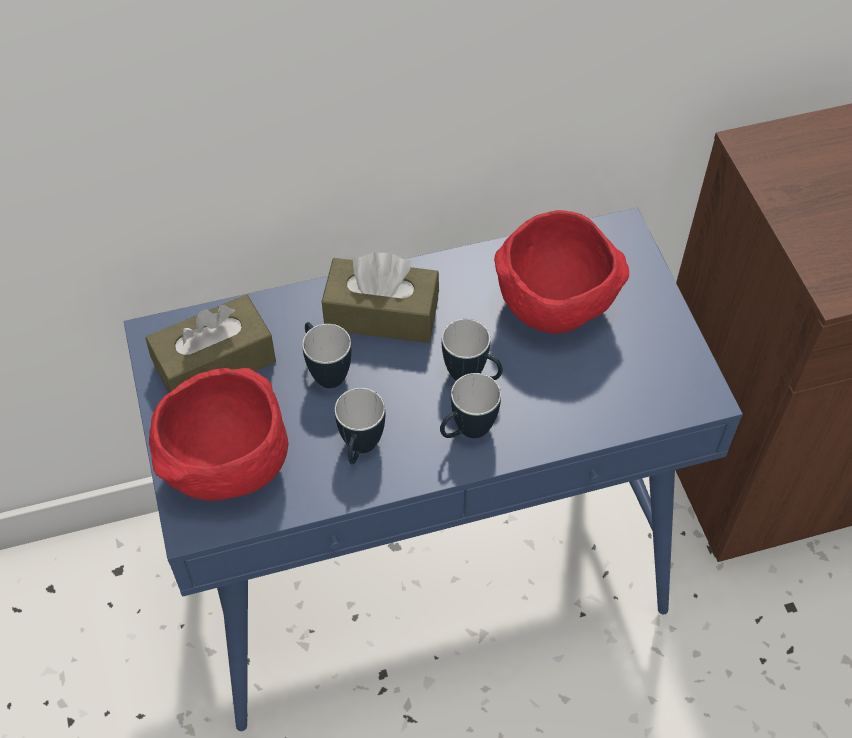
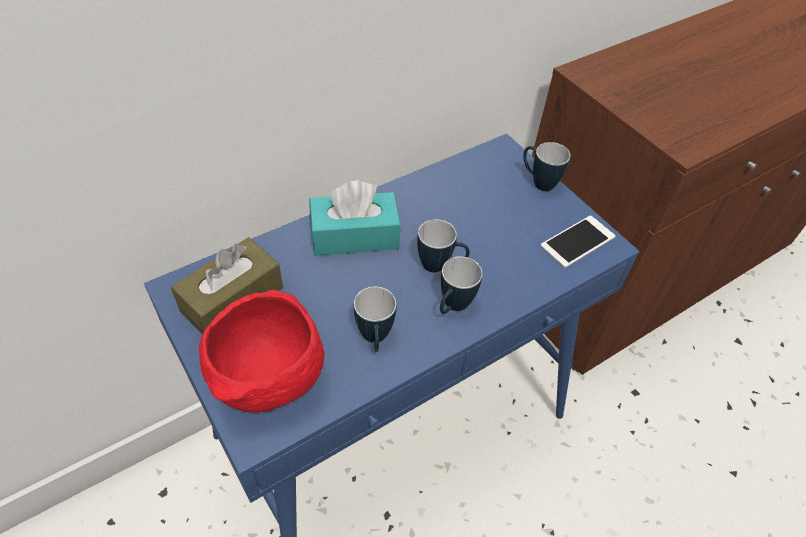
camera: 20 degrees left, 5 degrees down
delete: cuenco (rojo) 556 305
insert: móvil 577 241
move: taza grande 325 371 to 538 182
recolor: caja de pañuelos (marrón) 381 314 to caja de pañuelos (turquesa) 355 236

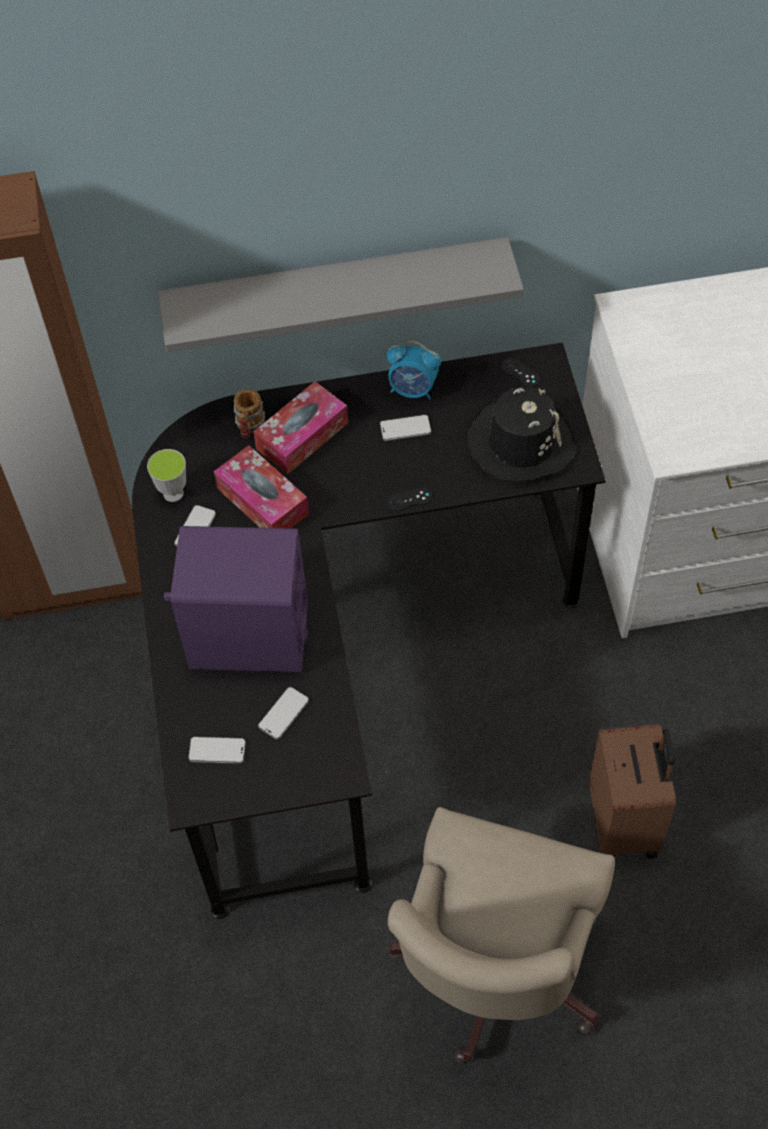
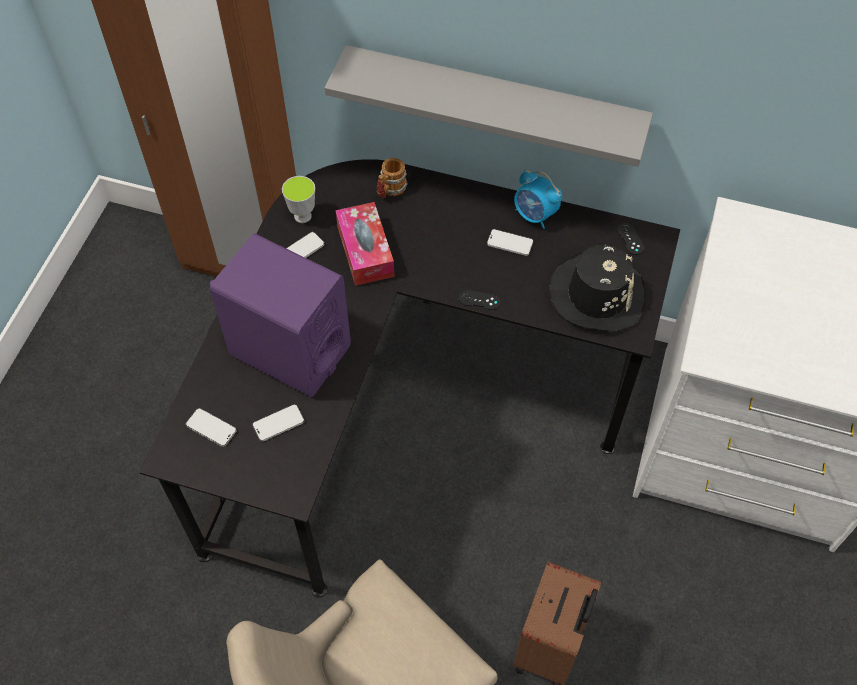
camera: 25 degrees right, 0 degrees up
delete: caja de pañuelos 302 436

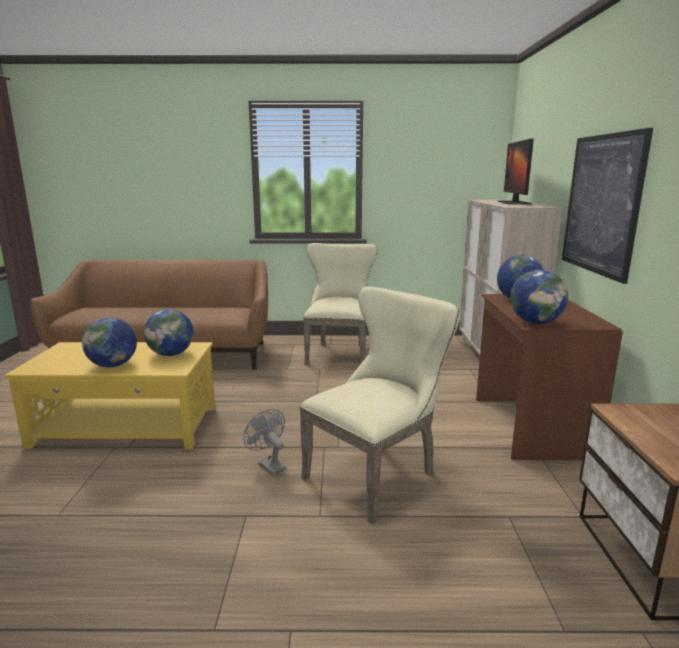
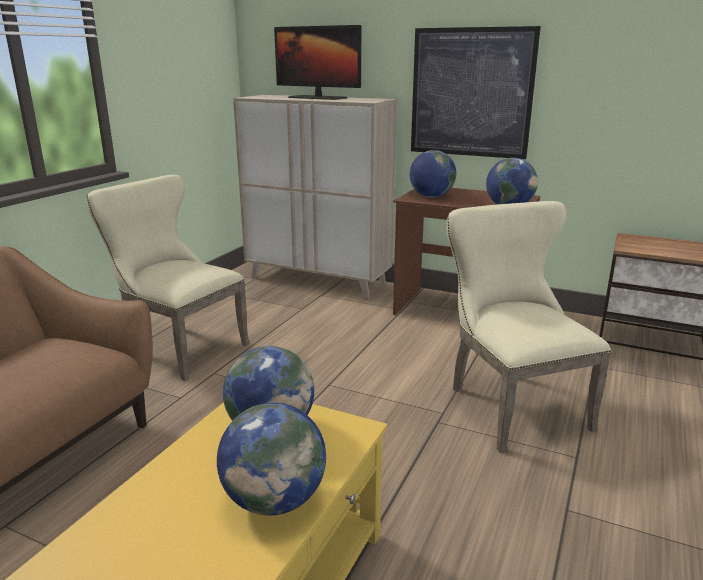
camera: 65 degrees left, 5 degrees up
delete: ventilador (gris) 268 465

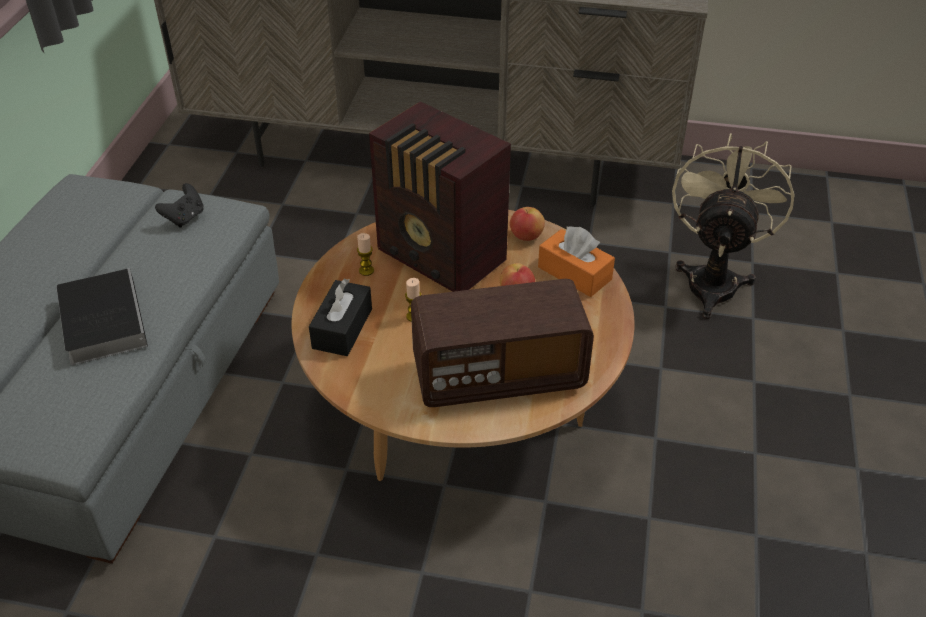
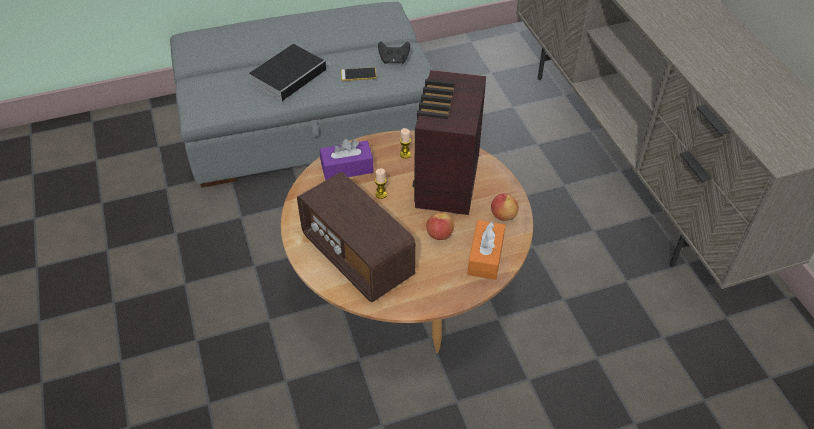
camera: 60 degrees right, 5 degrees up
delete: ventilador (beis) 713 279
insert: móvil 358 74
recolor: caja de pañuelos (negro) 342 328 to caja de pañuelos (morado) 347 168

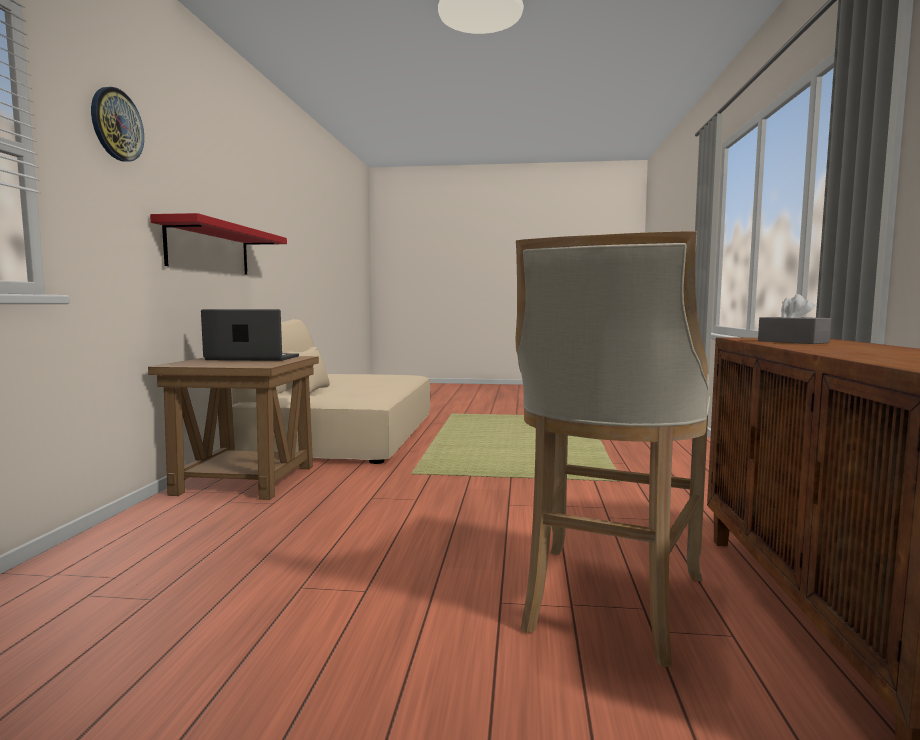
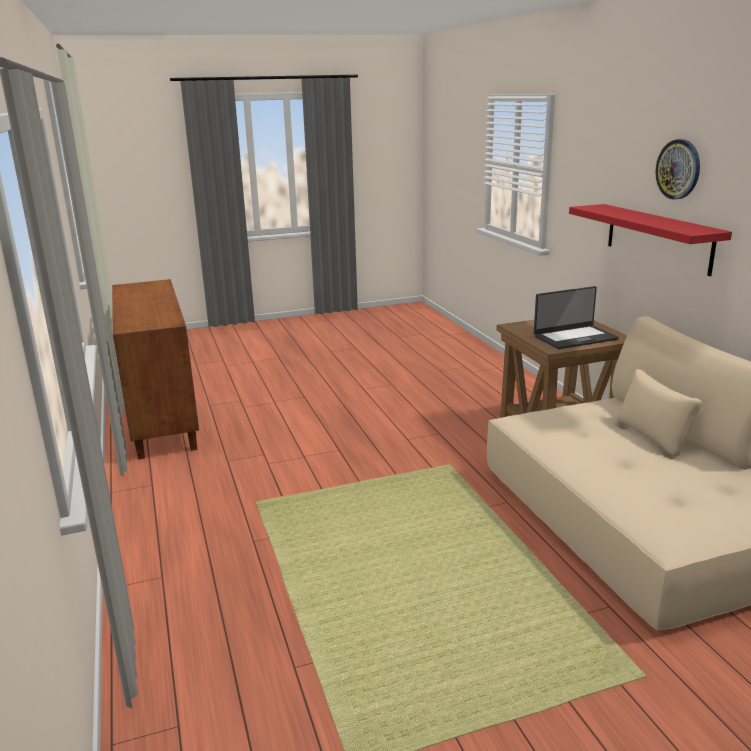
camera: 155 degrees right, 15 degrees up
delete: taburete (beis) 607 604; caja de pañuelos (gris) 792 342
move: reloj de pared 116 125 to 678 169

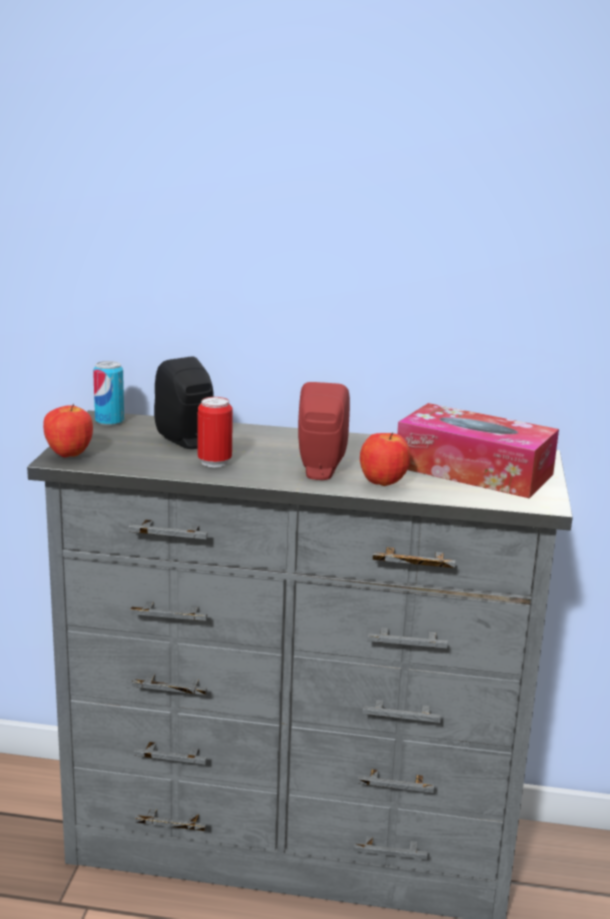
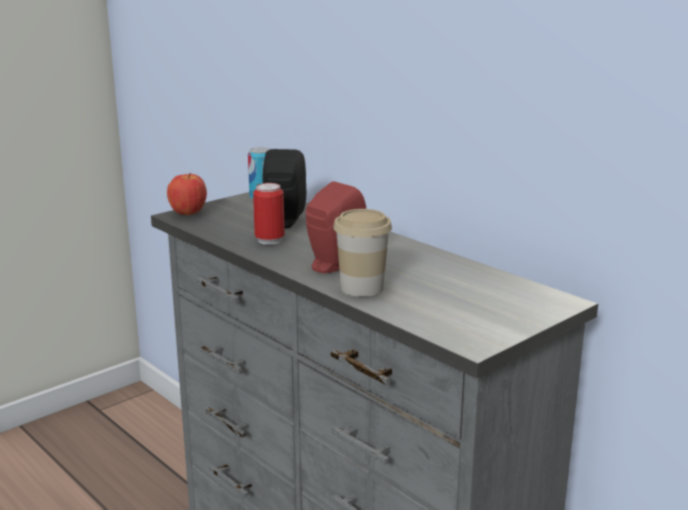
camera: 40 degrees right, 0 degrees up
delete: caja de pañuelos 473 471
replace: manzana 383 483 to taza 362 288

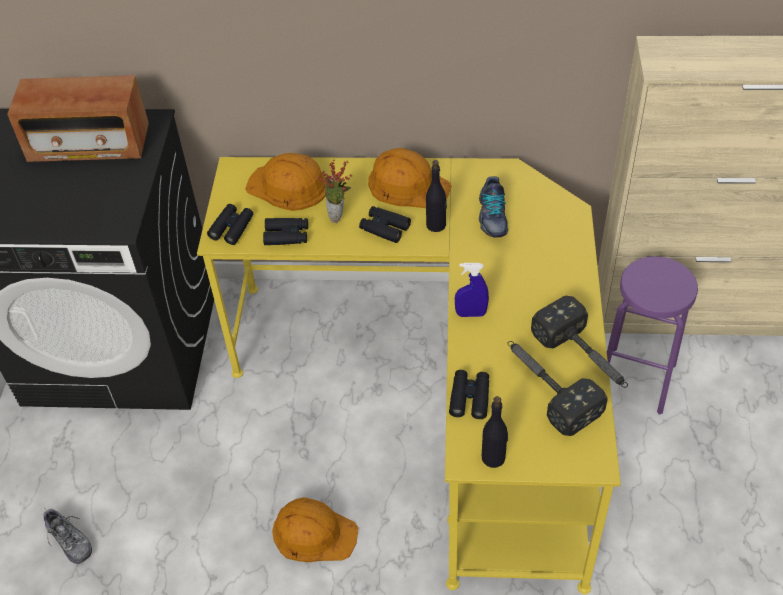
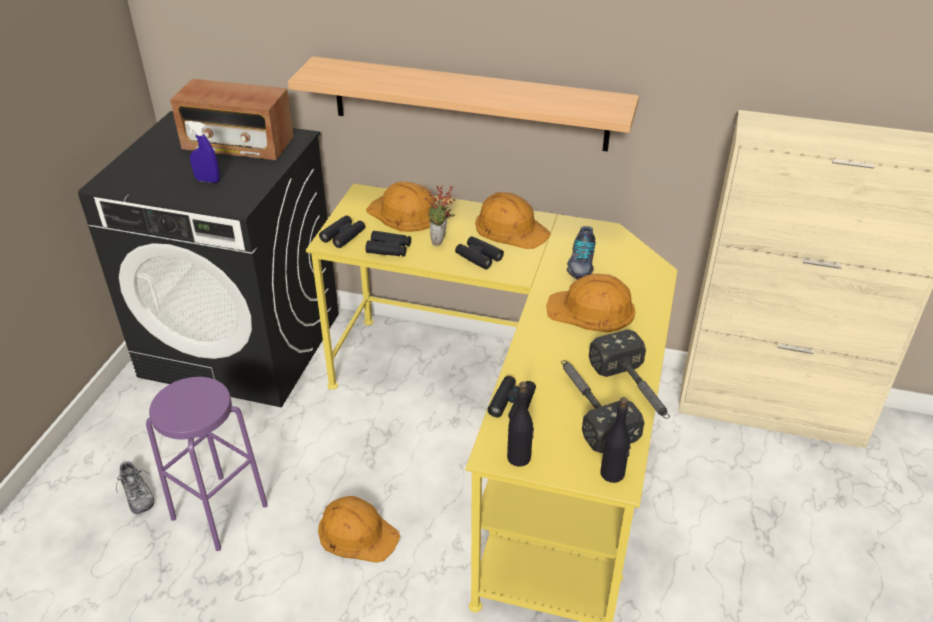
camera: 10 degrees right, 10 degrees down
insert: estante 469 104; casco (naranja) 591 310
move: botella (negro) 436 225 to 612 473; taburete (morado) 636 380 to 219 512; pulverizador (azul) 471 314 to 208 180

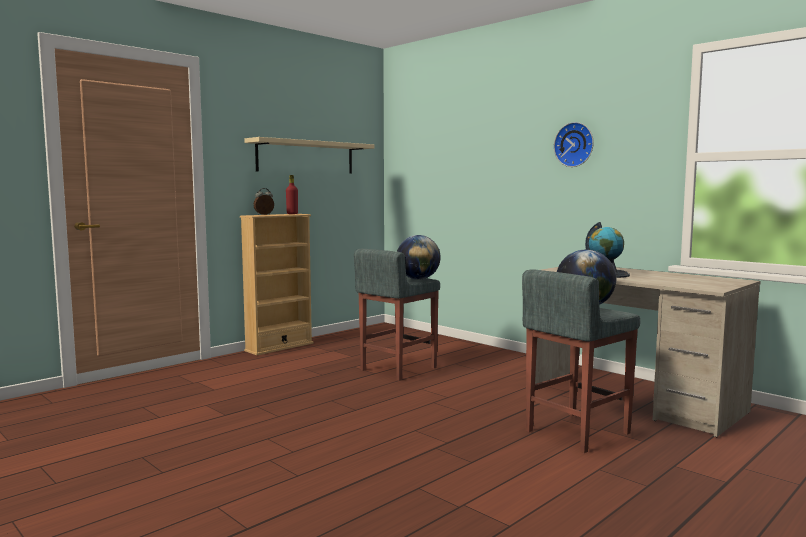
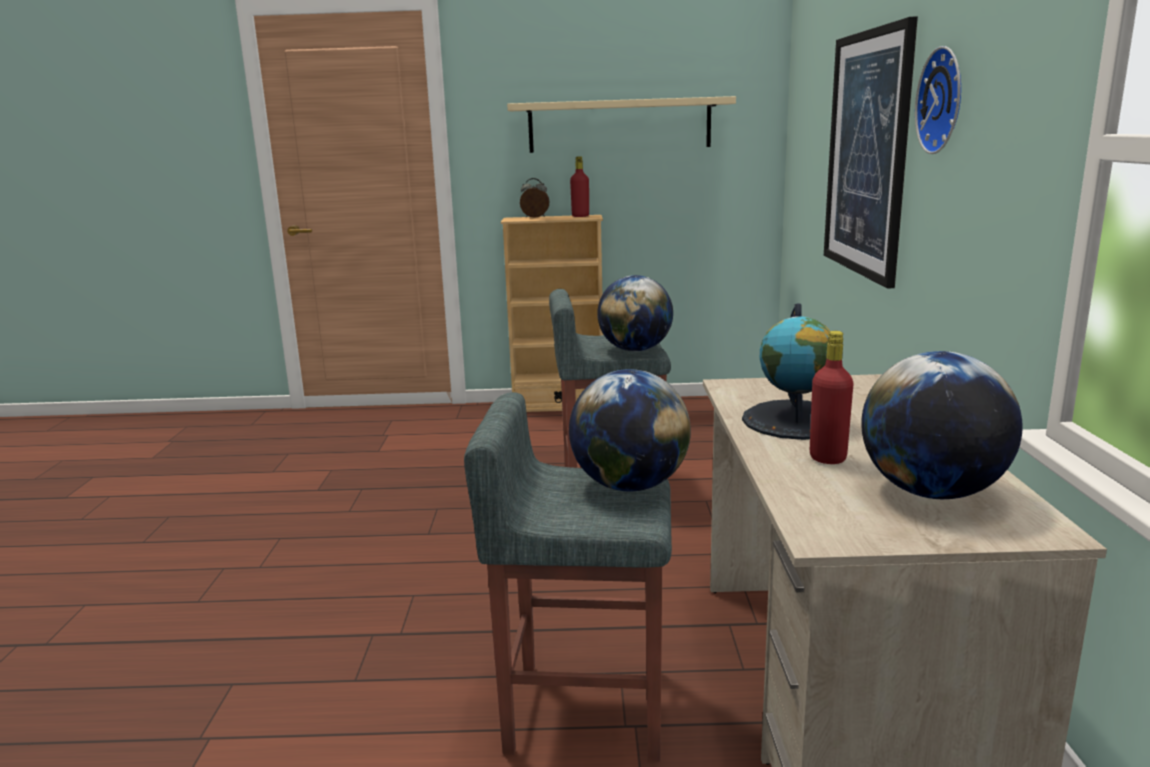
camera: 45 degrees right, 10 degrees up
insert: cuadro 866 154; botella (rojo) 827 458; globo terráqueo 932 492

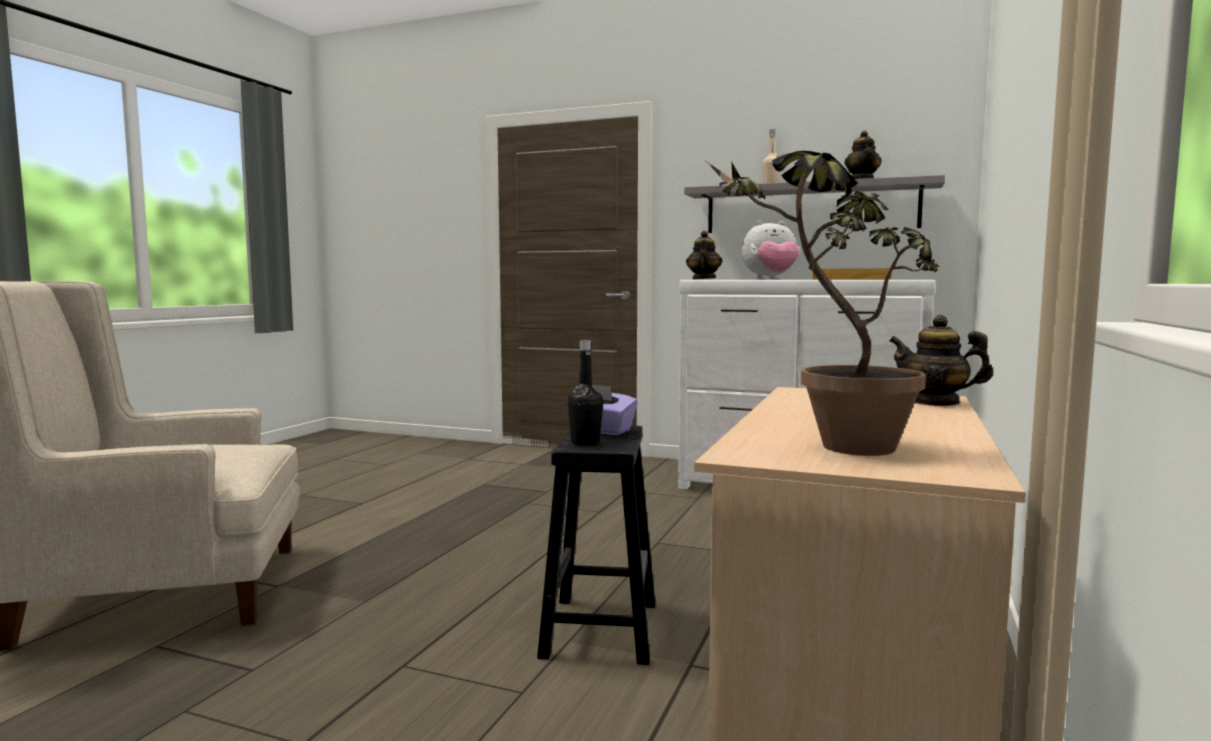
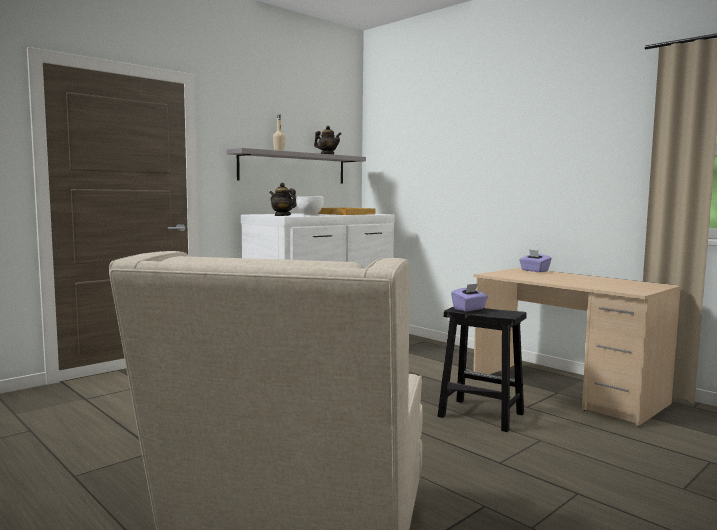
camera: 65 degrees left, 0 degrees up
delete: planta en maceta 830 446; botella (negro) 585 442
replace: peluche 771 279 to cuenco (blanco) 310 214; tetera 936 402 to caja de pañuelos (morado) 534 271

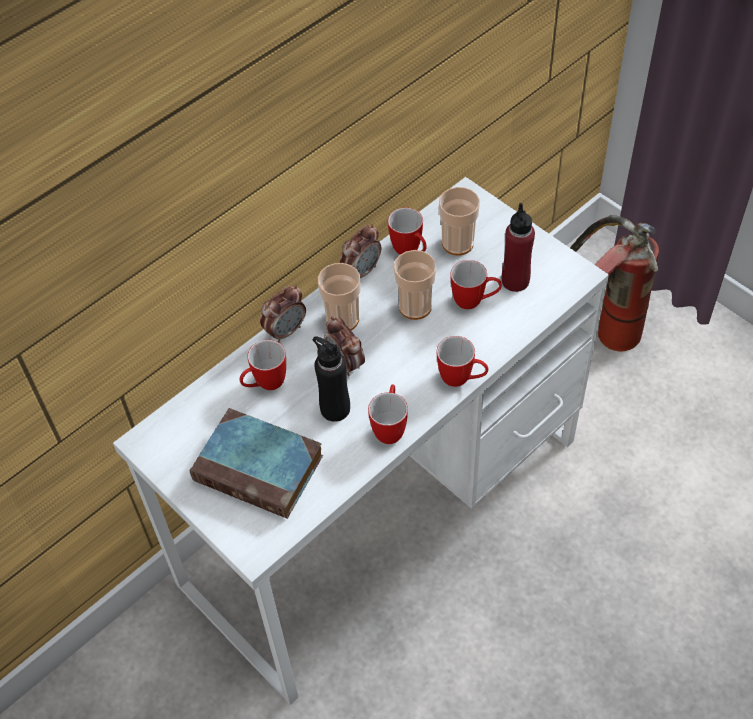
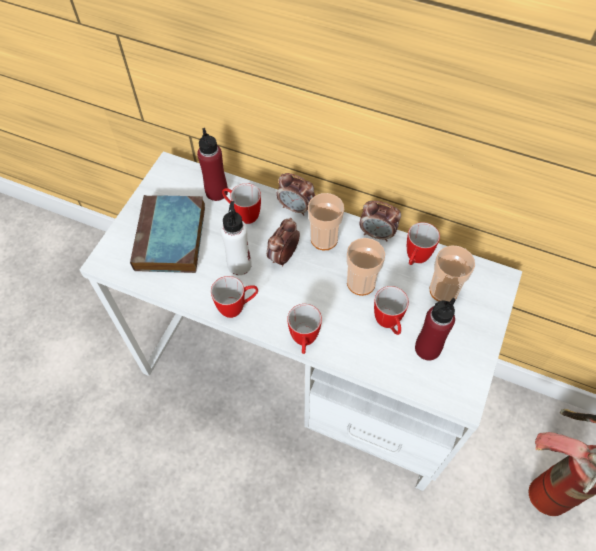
camera: 65 degrees right, 5 degrees up
insert: botella (rojo) 216 192
recolor: botella (negro) 335 409 to botella (blanco) 239 265

